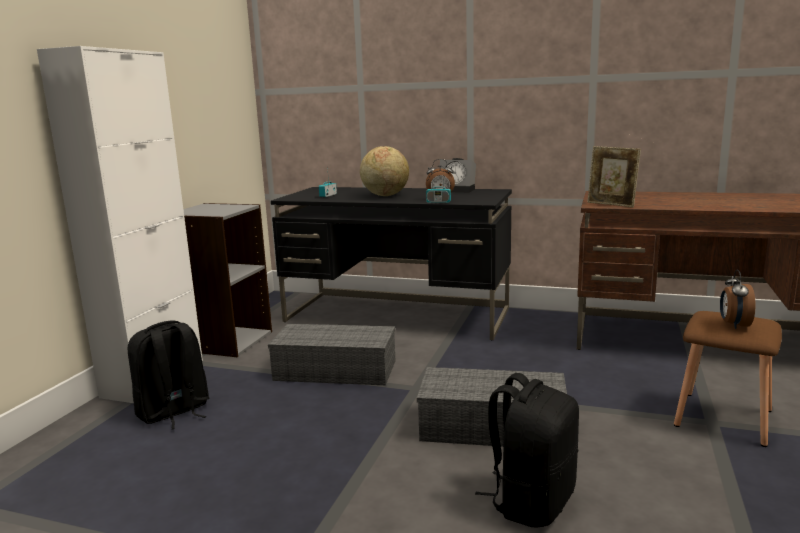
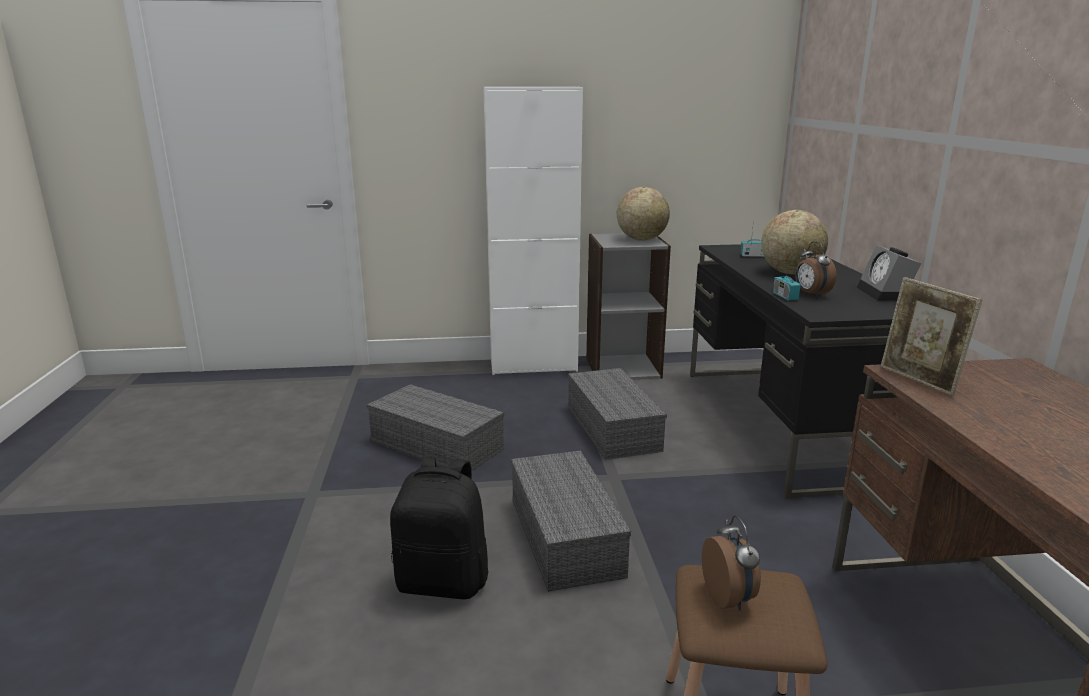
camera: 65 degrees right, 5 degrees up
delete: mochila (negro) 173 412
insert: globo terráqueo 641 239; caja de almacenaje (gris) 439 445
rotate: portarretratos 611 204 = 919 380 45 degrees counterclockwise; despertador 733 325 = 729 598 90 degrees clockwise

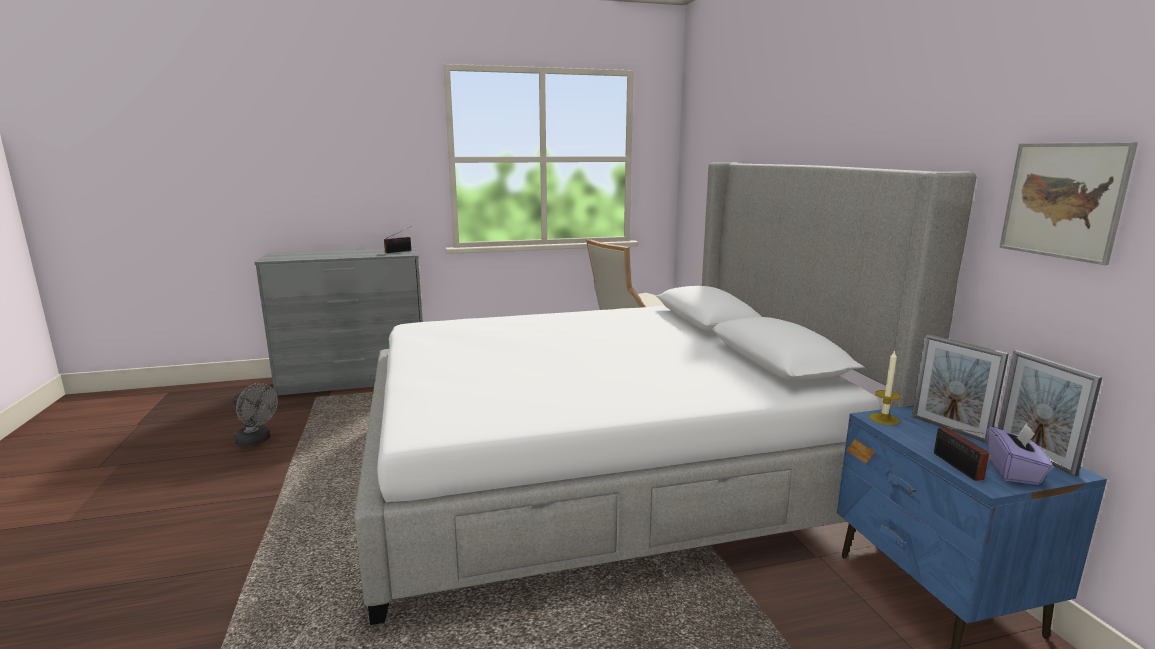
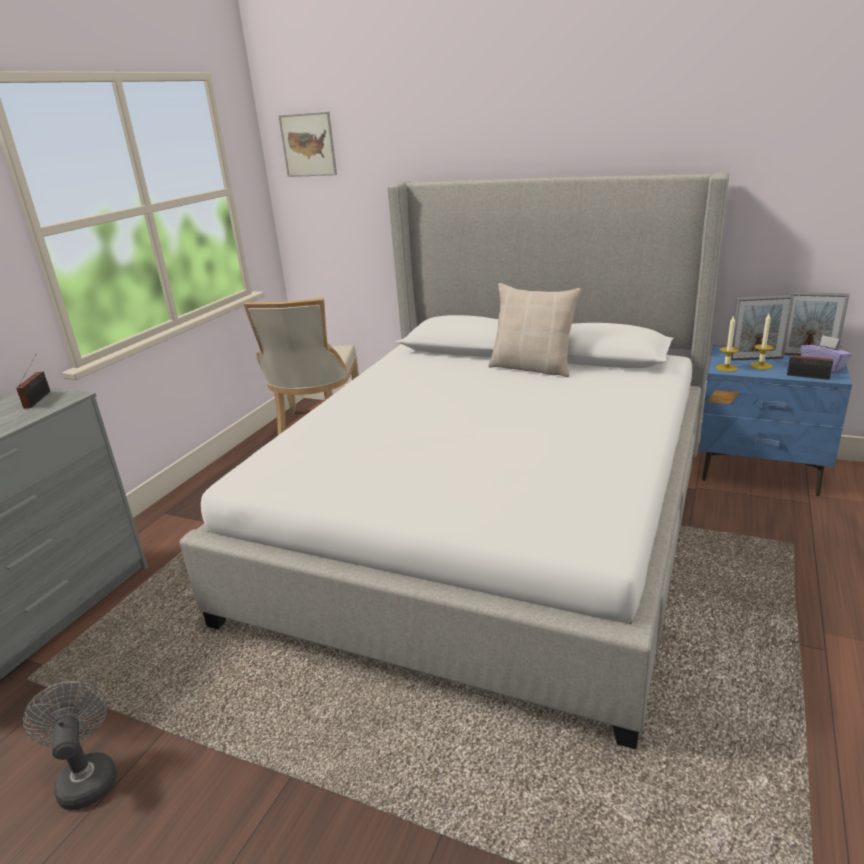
camera: 50 degrees left, 10 degrees up
insert: cojín (beis) 533 367; vela 761 365
move: cuadro 1063 200 to 308 145
rotate: ventilador (gris) 257 441 = 87 777 90 degrees counterclockwise

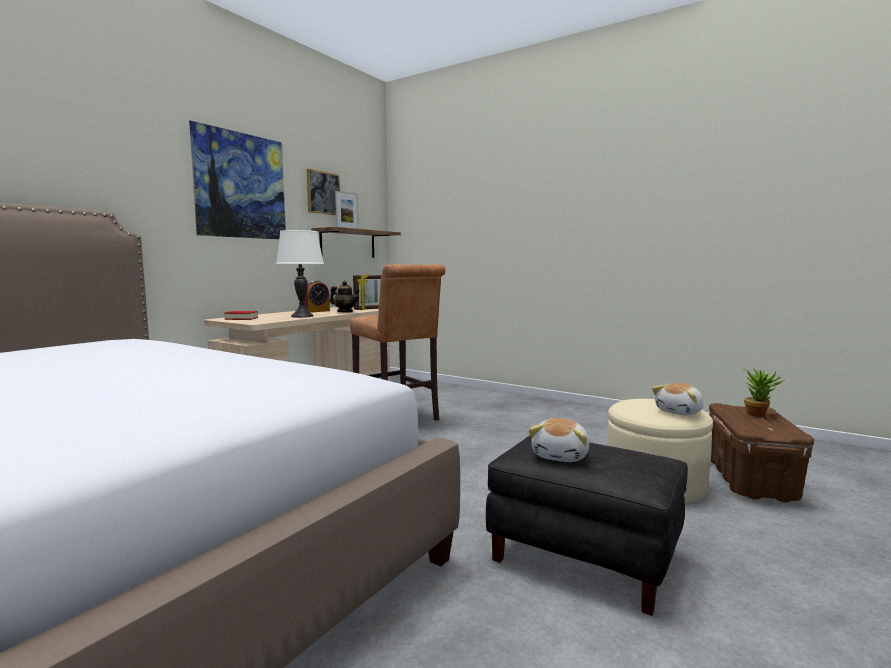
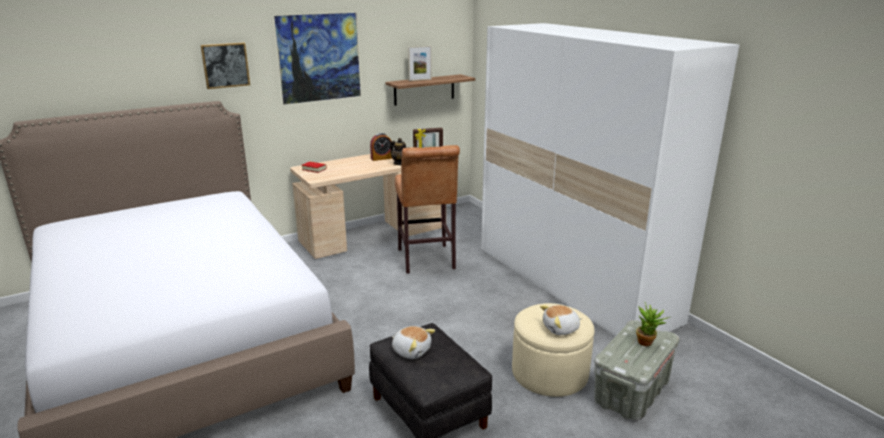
camera: 25 degrees right, 15 degrees up
delete: lámpara de mesa (blanco) 302 316
insert: armario ropero (blanco) 572 283
move: cuadro 323 193 to 225 65
recolor: caja de almacenaje (marrón) 751 481 to caja de almacenaje (gris) 631 393
rotate: peluche 561 456 = 411 350 105 degrees counterclockwise

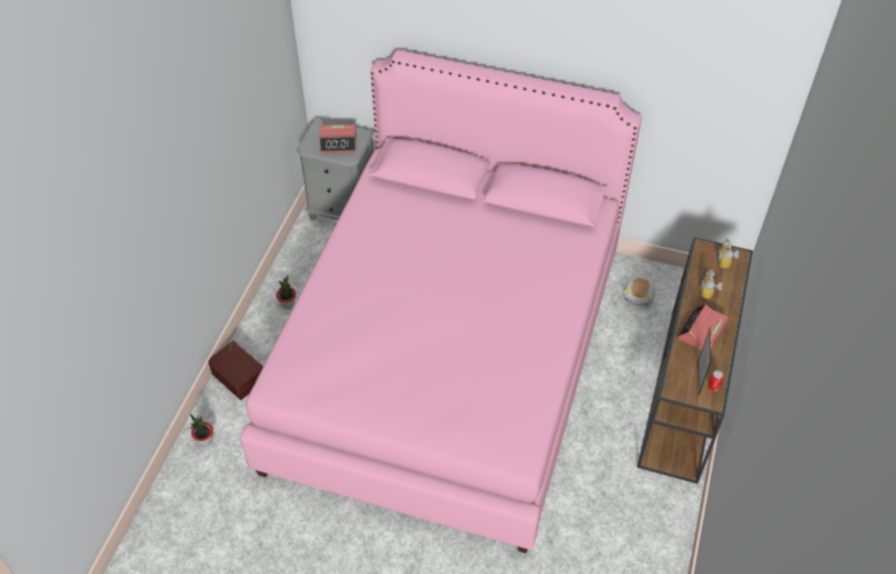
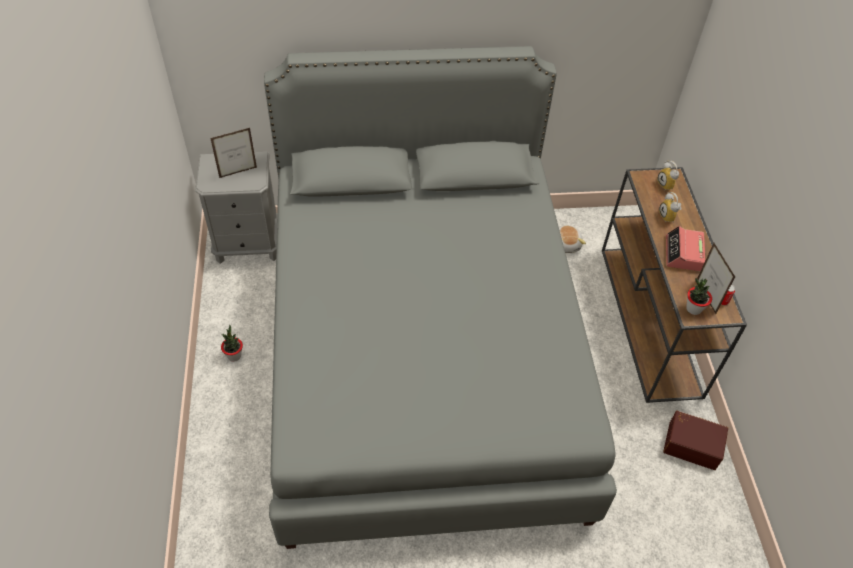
camera: 25 degrees left, 0 degrees up
move: caja de almacenaje (marrón) 239 375 to 692 444; planta en maceta 205 440 to 693 309
replace: despertador 339 143 to portarretratos 238 172
recolor: cama (rosa) 448 357 to cama (gris) 422 357

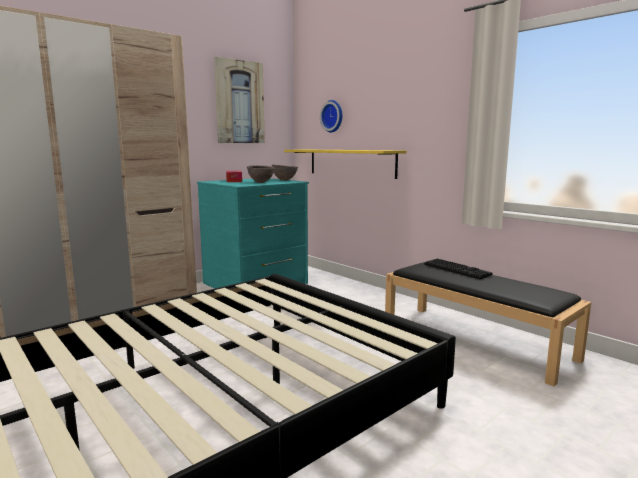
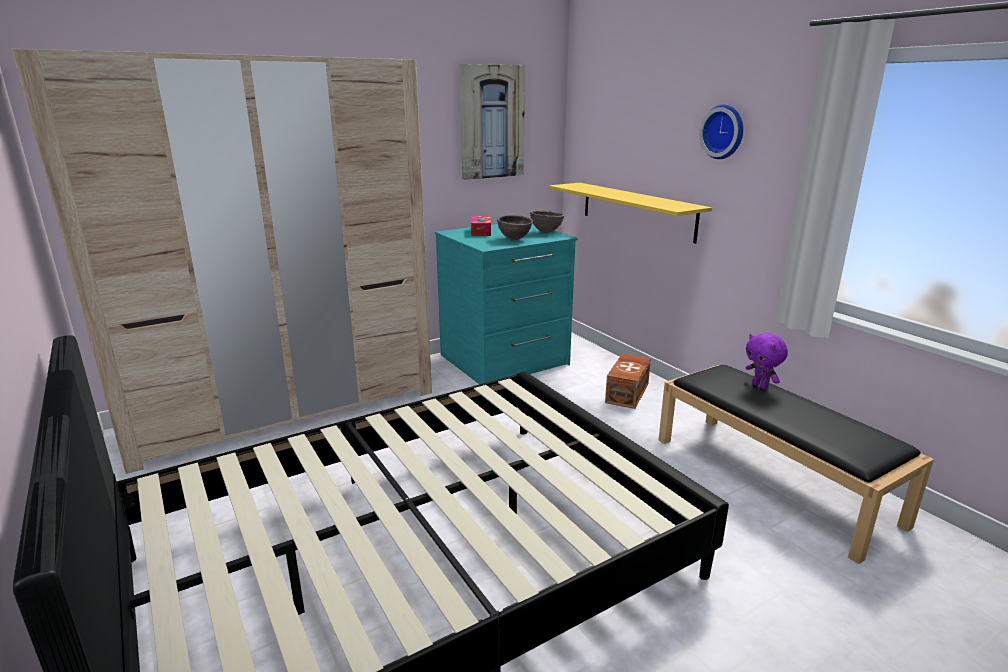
camera: 10 degrees right, 10 degrees up
insert: caja de almacenaje (marrón) 628 393
move: reloj de pared 333 116 to 724 132
replace: teclado 458 270 to peluche (morado) 760 386

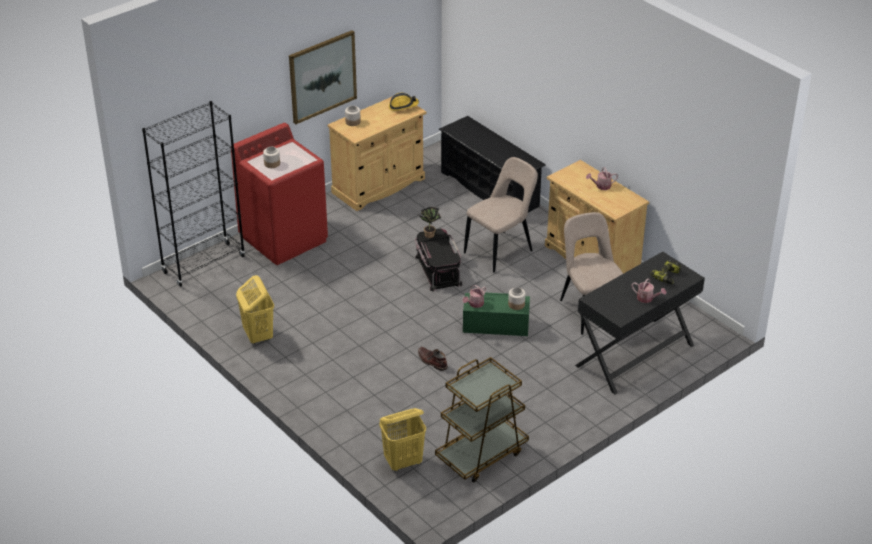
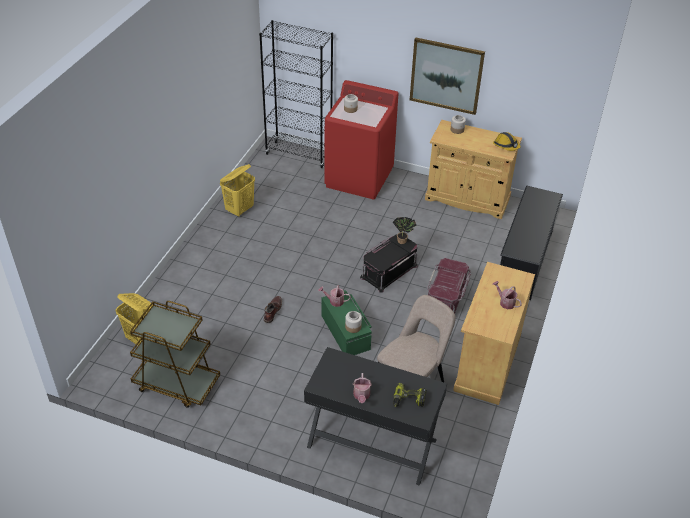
camera: 60 degrees right, 5 degrees up
replace: silla (beis) 501 250 to caja de almacenaje (rojo) 446 299

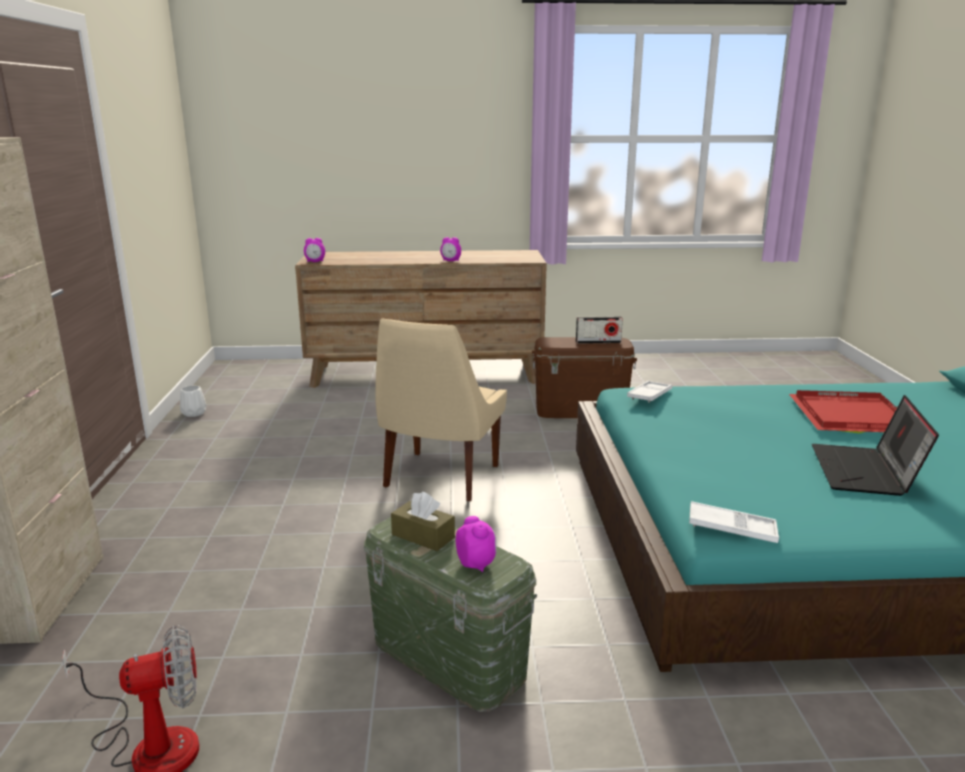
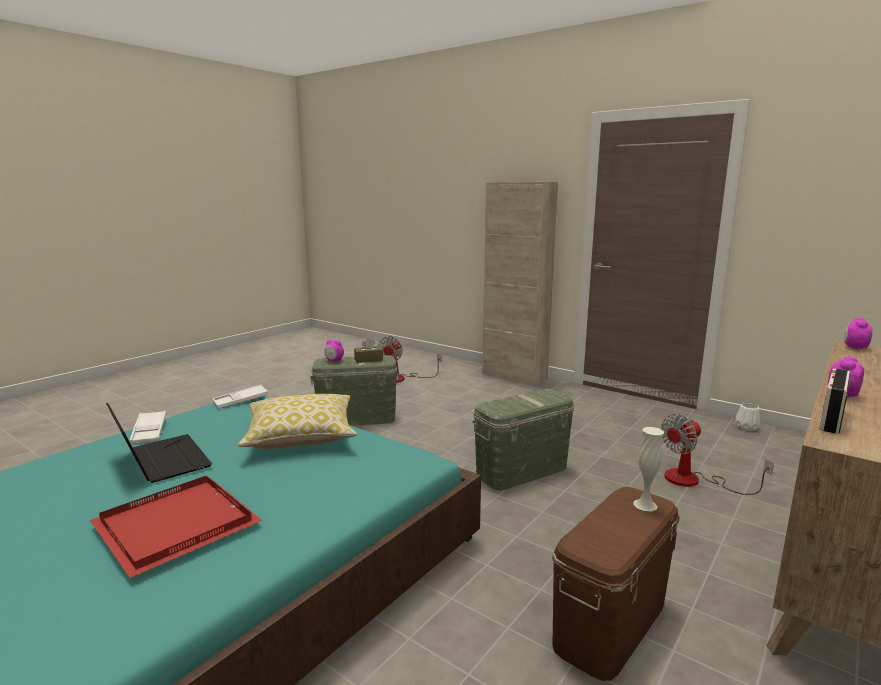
camera: 130 degrees right, 5 degrees down
insert: cojín 301 436; ventilador 694 481; florero (blanco) 645 505
move: radio 598 342 to 831 419; bandeja (blanco) 649 395 to 149 431
replace: silla (beis) 439 478 to caja de almacenaje (verde) 522 470

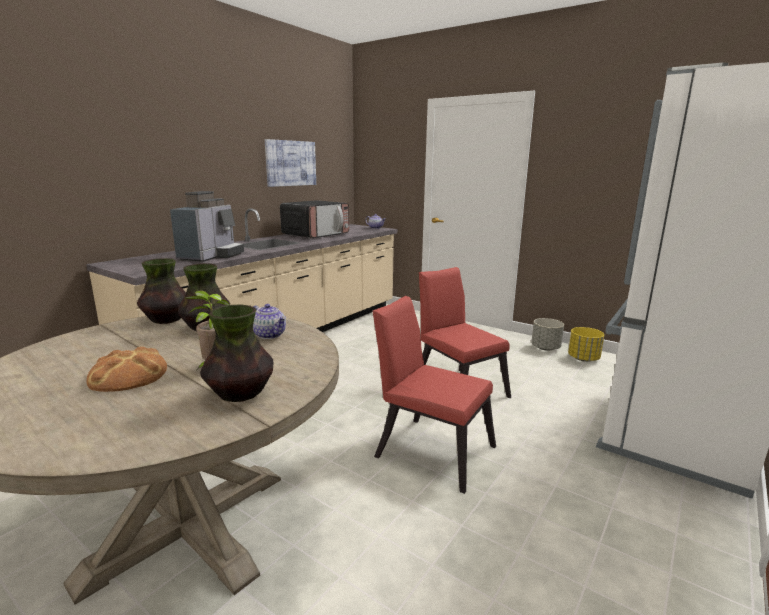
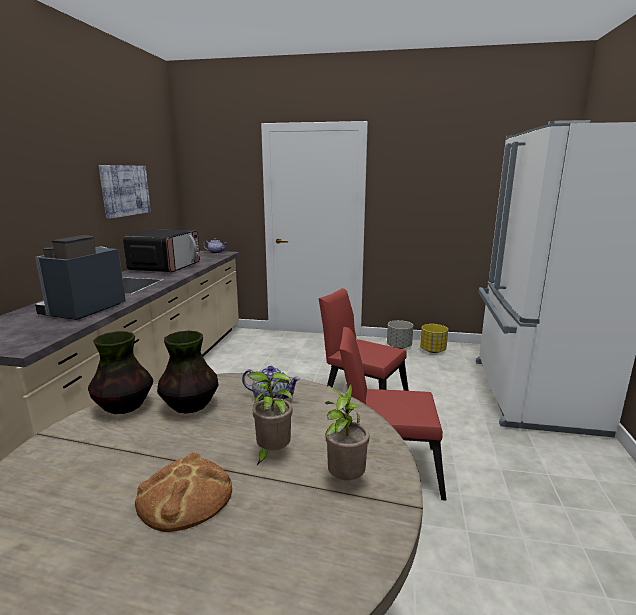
camera: 25 degrees left, 0 degrees up
replace: florero 241 394 to planta en maceta 344 480
rotate: cafetera 211 256 = 82 310 150 degrees counterclockwise

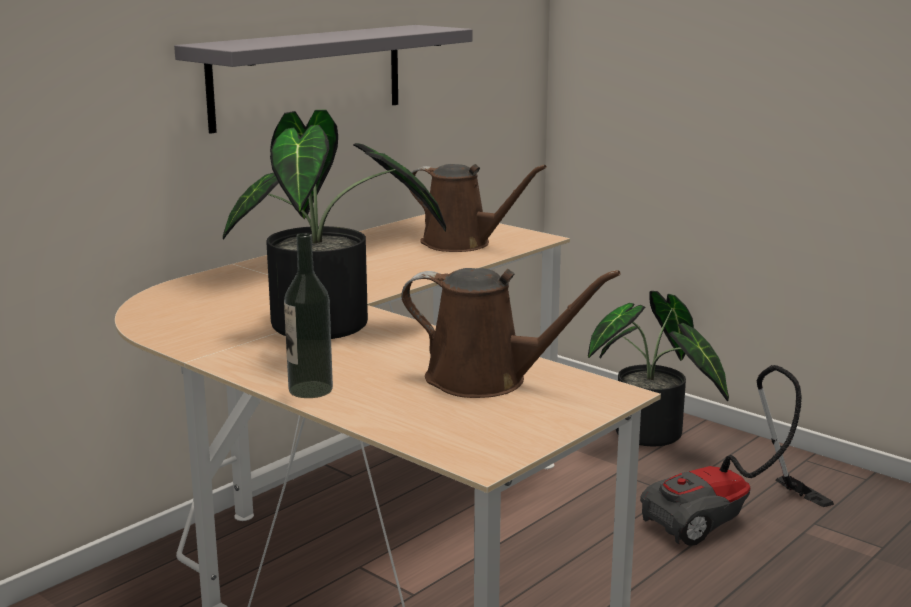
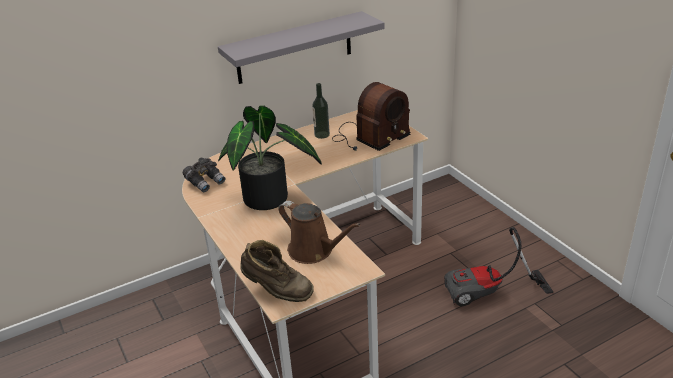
camera: 20 degrees right, 15 degrees up
delete: planta en maceta 651 437
insert: prismáticos (gris) 205 182; bota (marrón) 277 292
move: botella 310 390 to 322 135
replace: regadera (marrón) 462 244 to radio 369 137

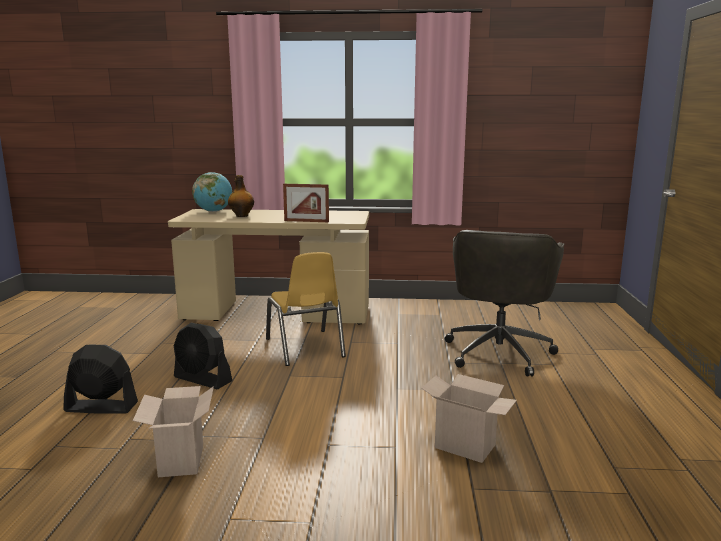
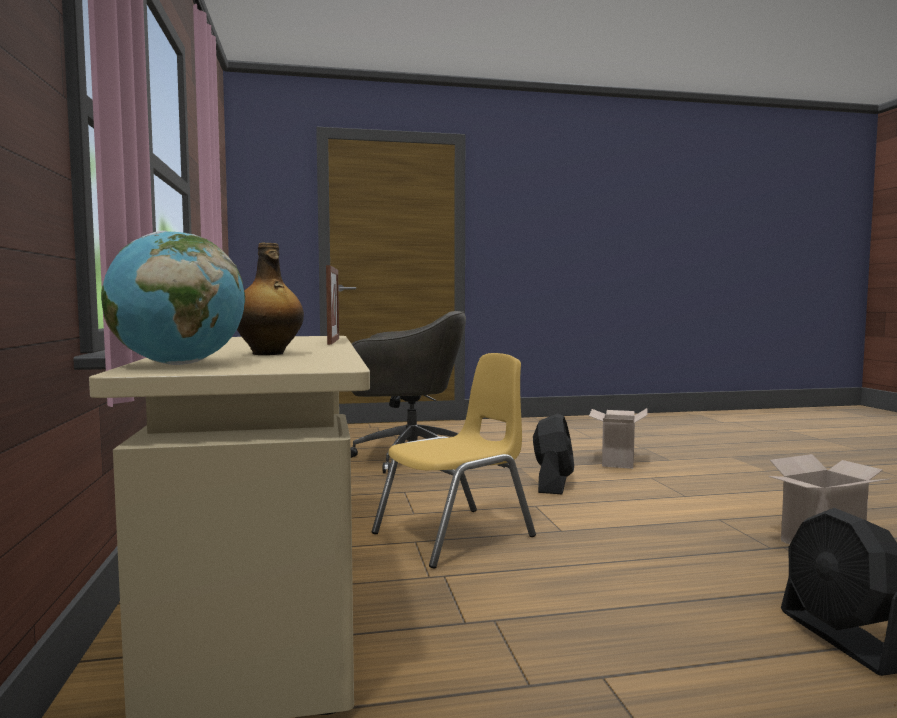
camera: 105 degrees left, 10 degrees down
move: ventilador (negro) 203 379 to 553 484

